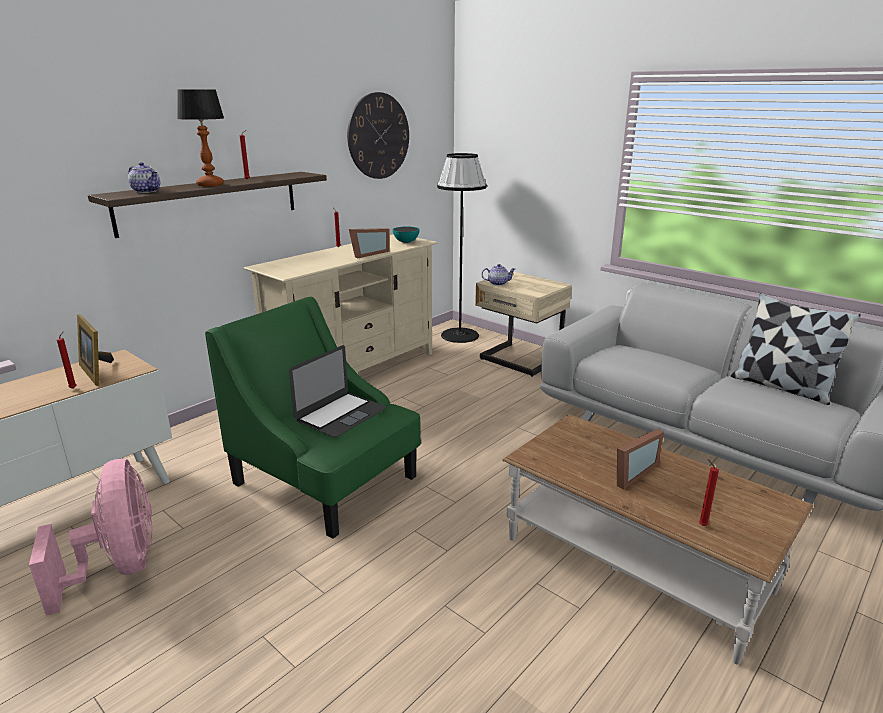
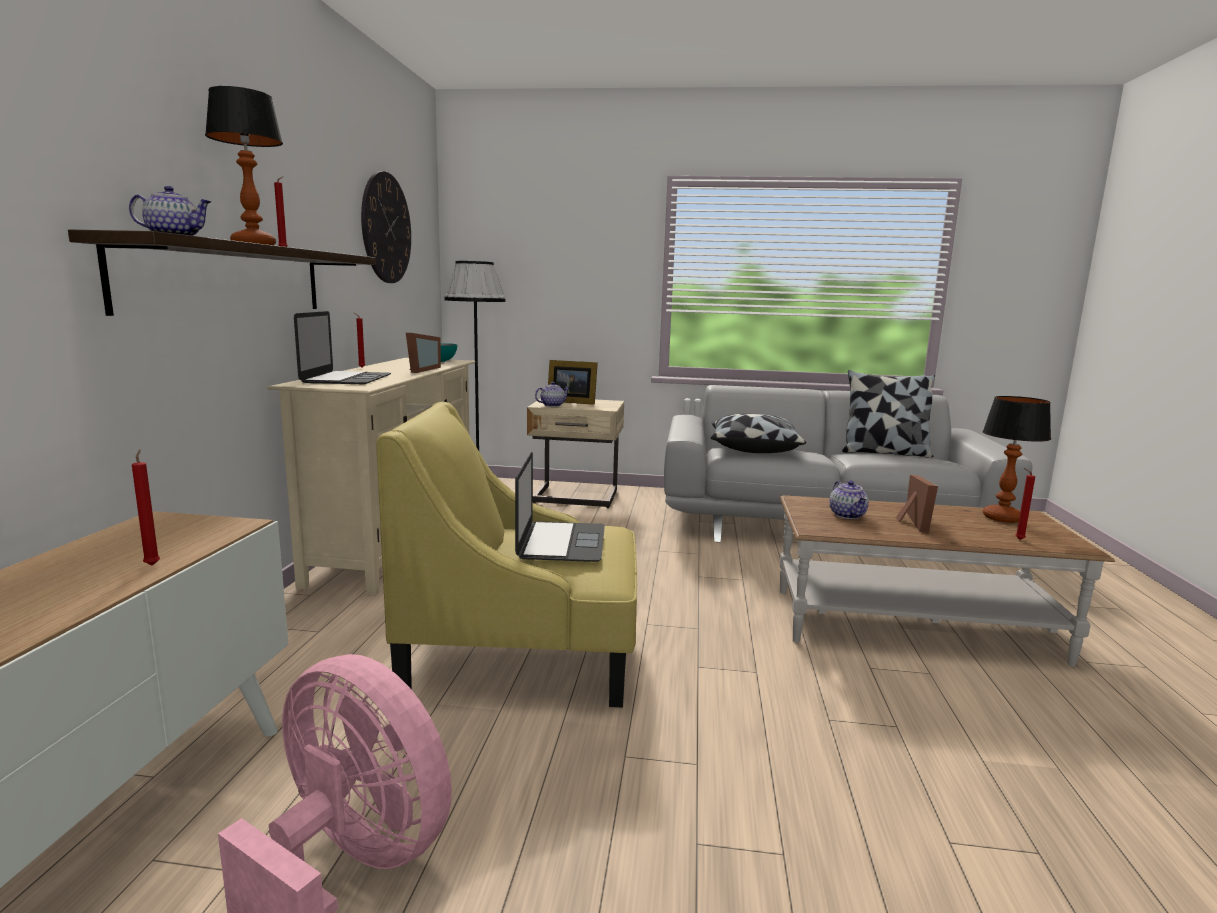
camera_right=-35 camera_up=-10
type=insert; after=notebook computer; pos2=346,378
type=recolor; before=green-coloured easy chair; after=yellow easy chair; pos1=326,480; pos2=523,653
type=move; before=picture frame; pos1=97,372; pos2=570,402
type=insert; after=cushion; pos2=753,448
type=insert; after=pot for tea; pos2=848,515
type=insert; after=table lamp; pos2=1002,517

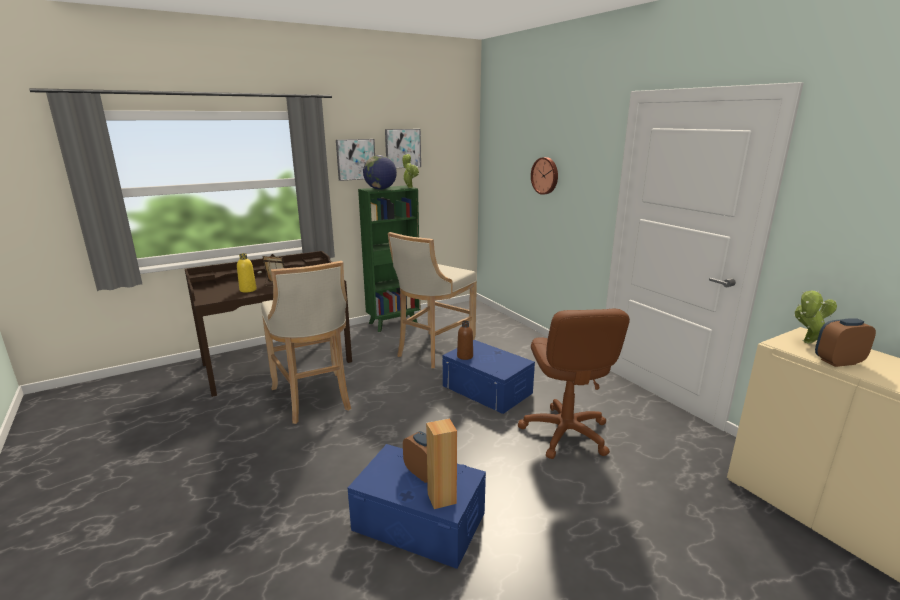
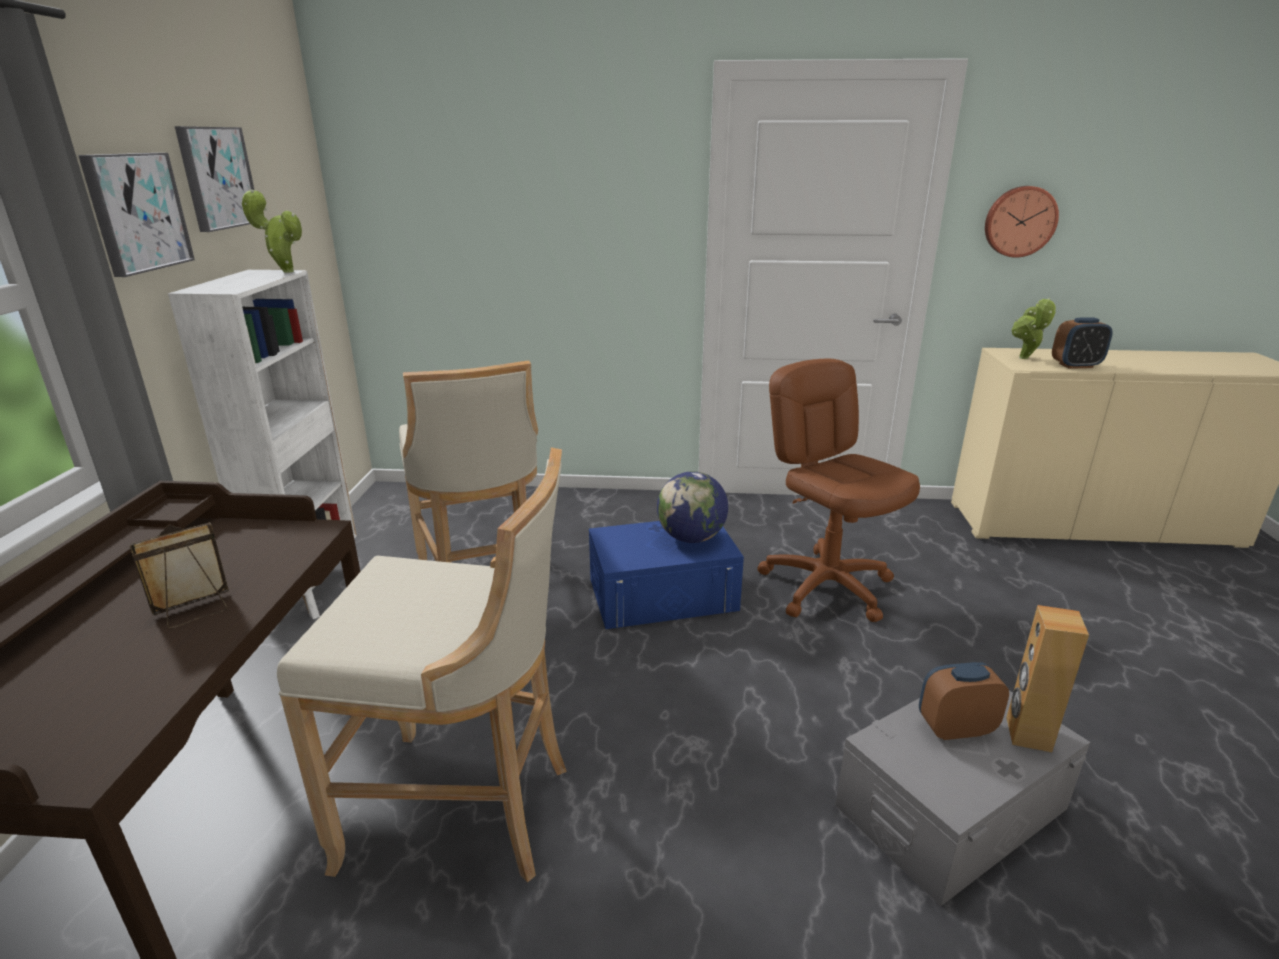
camera_right=-55 camera_up=5
type=recolor; before=green-coloured bookshelf; after=whitish bookshelf; pos1=394,323; pos2=313,587
type=move; before=world globe; pos1=380,189; pos2=691,538
type=rotate; before=brown office chair; pos1=565,433; pos2=826,586; turn=-150
type=recolor; before=blue storage box; after=greyish storage box; pos1=419,521; pos2=950,807
type=move; before=clock on the wall; pos1=545,175; pos2=1019,221
type=rotate; before=table clock; pos1=838,362; pos2=1076,365; turn=-120
type=delete; before=yellow bottle; pos1=248,290
type=delete; before=brown bottle; pos1=465,356

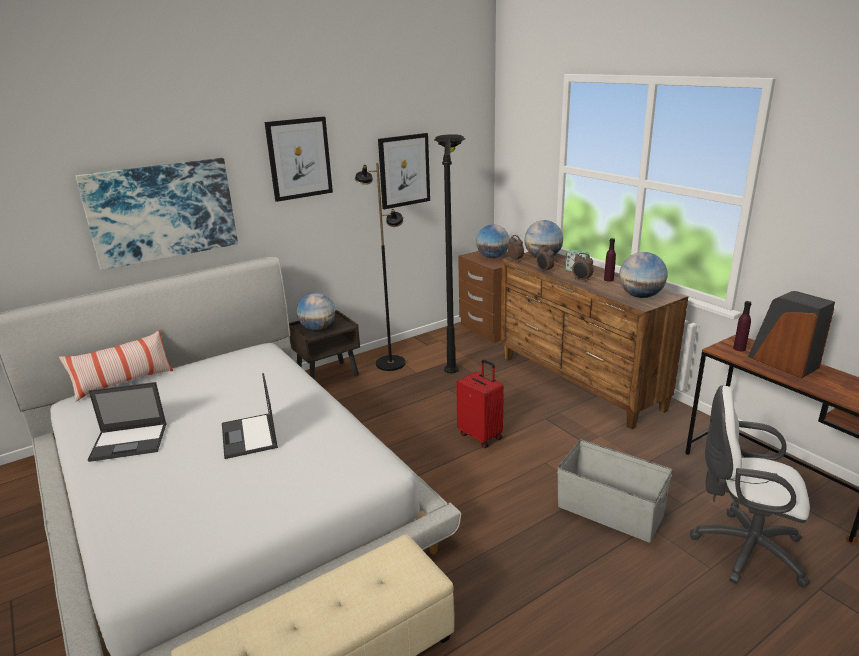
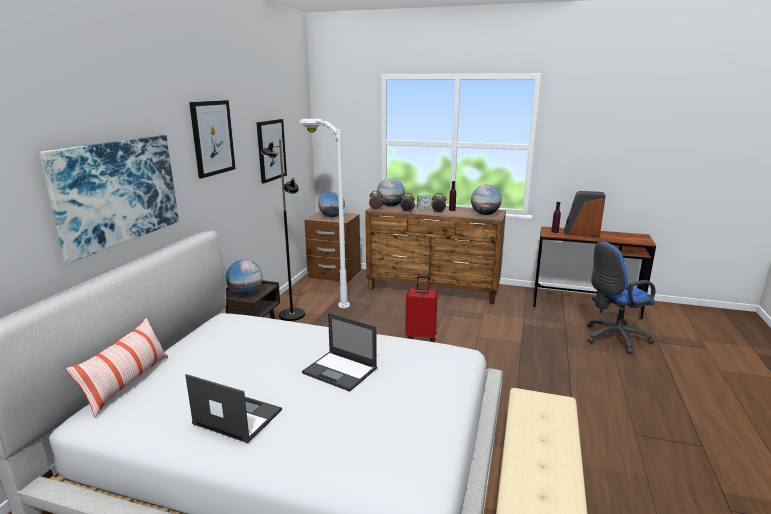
camera_right=-40 camera_up=-5
type=rotate; before=notebook computer; pos1=130,442; pos2=236,417; turn=-105
type=recolor; before=black standard lamp; after=whitish standard lamp; pos1=453,350; pos2=326,293
type=recolor; before=whitish office chair; after=blue office chair; pos1=742,548; pos2=612,338
type=delete; before=greyish storage box; pos1=610,511

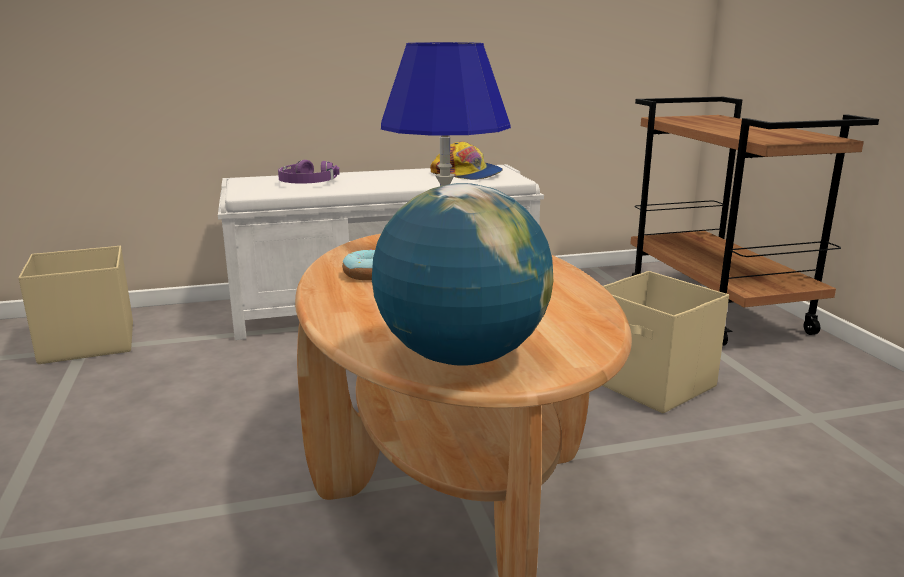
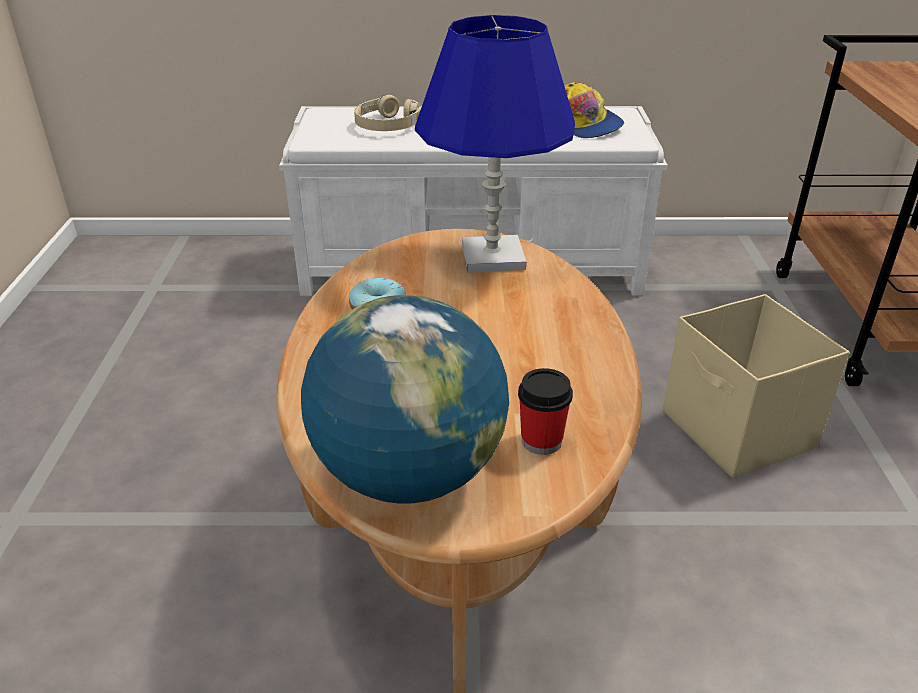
camera_right=15 camera_up=15
type=recolor; before=purple-coloured headphones; after=beige headphones; pos1=307,183; pos2=387,125
type=insert; after=drinking cup; pos2=541,441
type=delete; before=beige storage box; pos1=86,343

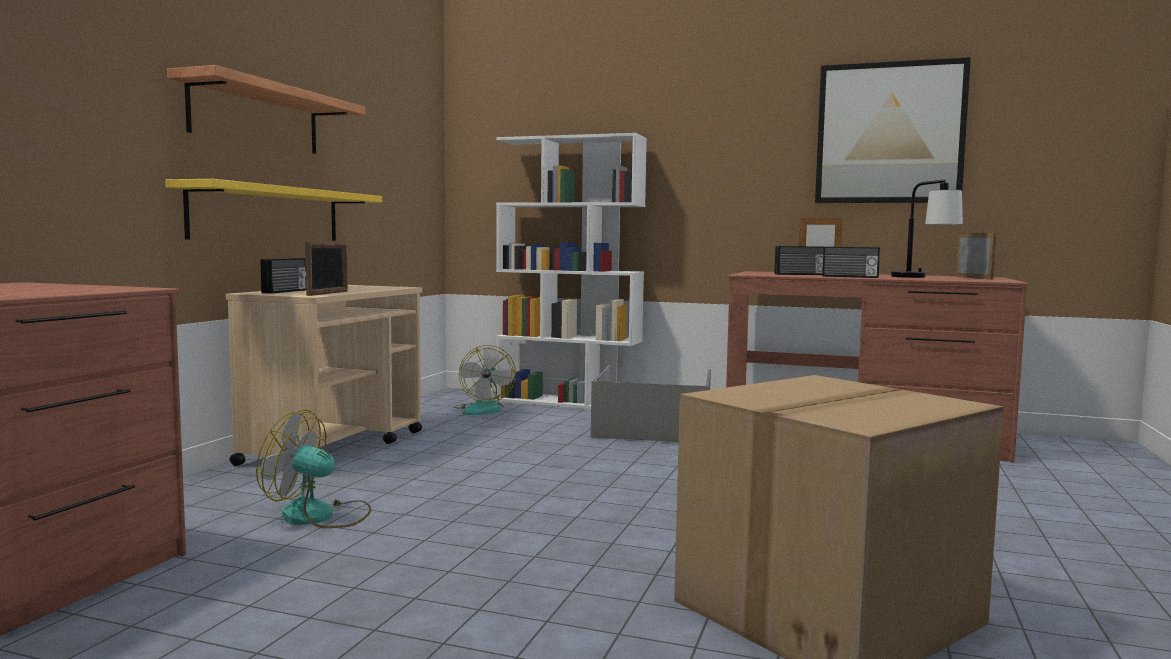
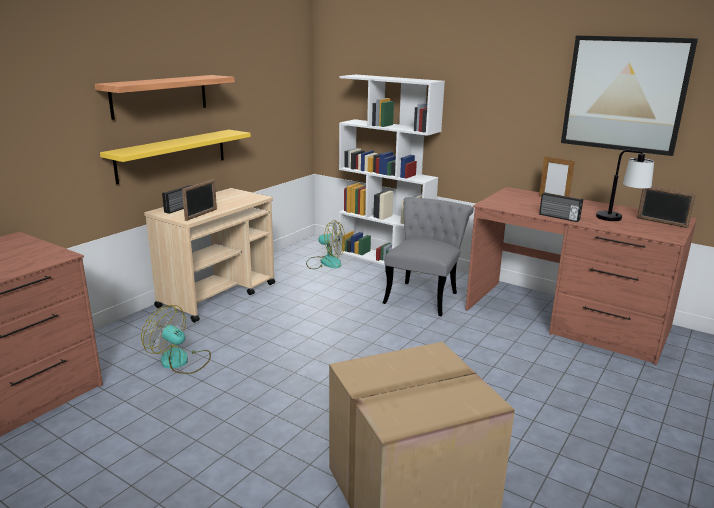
camera_right=15 camera_up=15
type=rotate; before=cooling fan; pos1=483,409; pos2=325,262; turn=-90
type=replace; before=greyish storage box; after=greyish upright chair; pos1=655,428; pos2=424,295
type=rotate; before=picture frame; pos1=973,278; pos2=661,223; turn=120
type=delete; before=radio; pos1=800,274

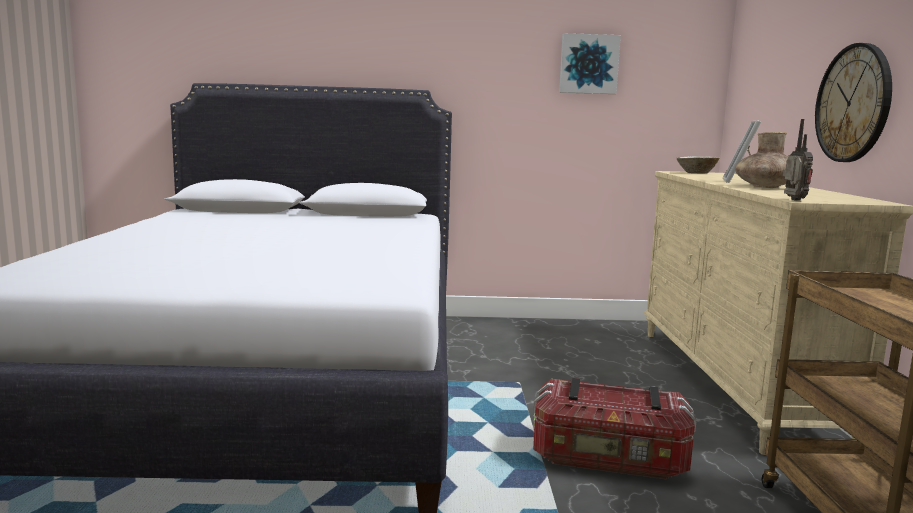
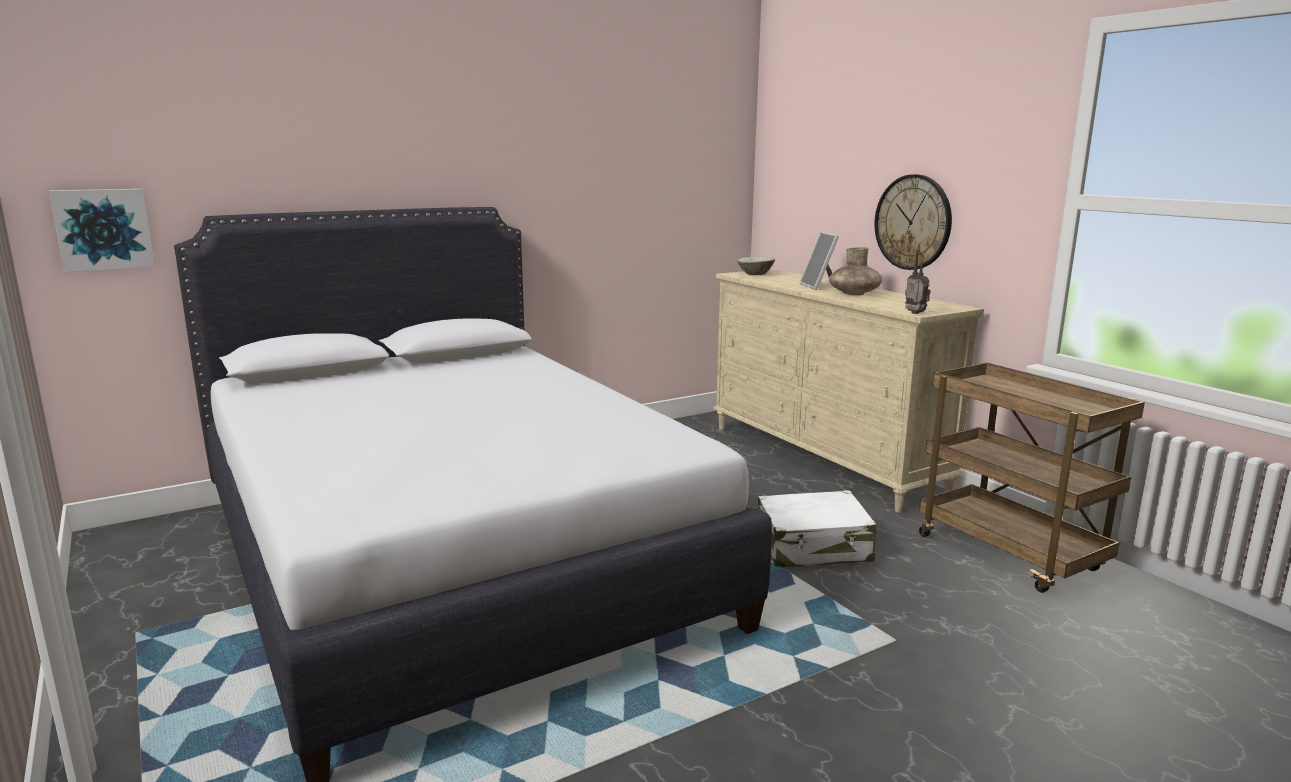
camera_right=-30 camera_up=5
type=move; before=wall picture; pos1=588,64; pos2=104,229
type=replace; before=storage box; after=whitish travel case; pos1=609,459; pos2=813,547

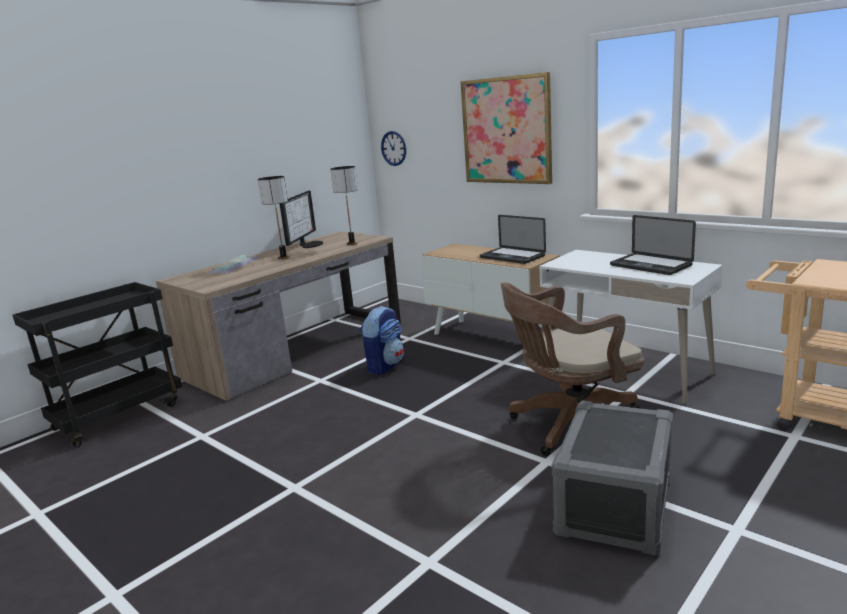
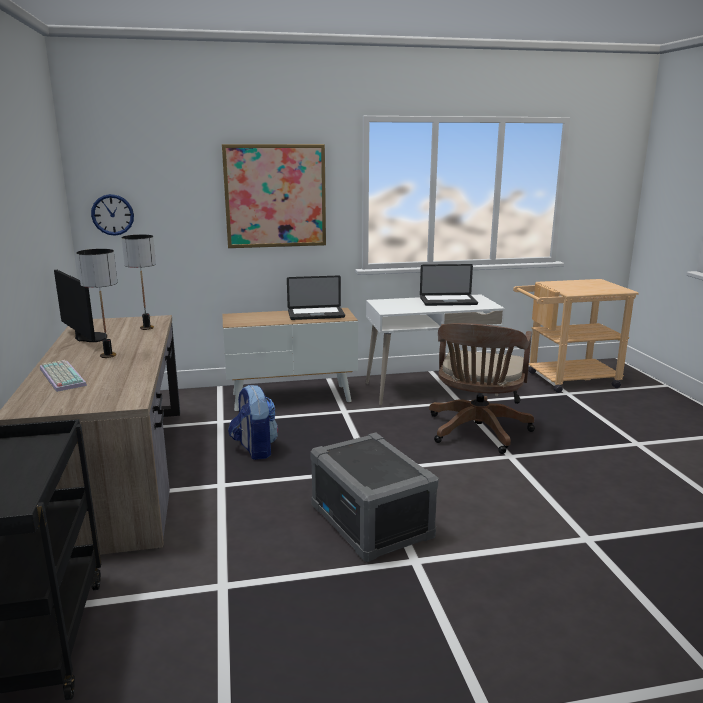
camera_right=-55 camera_up=0
type=move; before=greyish storage box; pos1=615,505; pos2=372,521

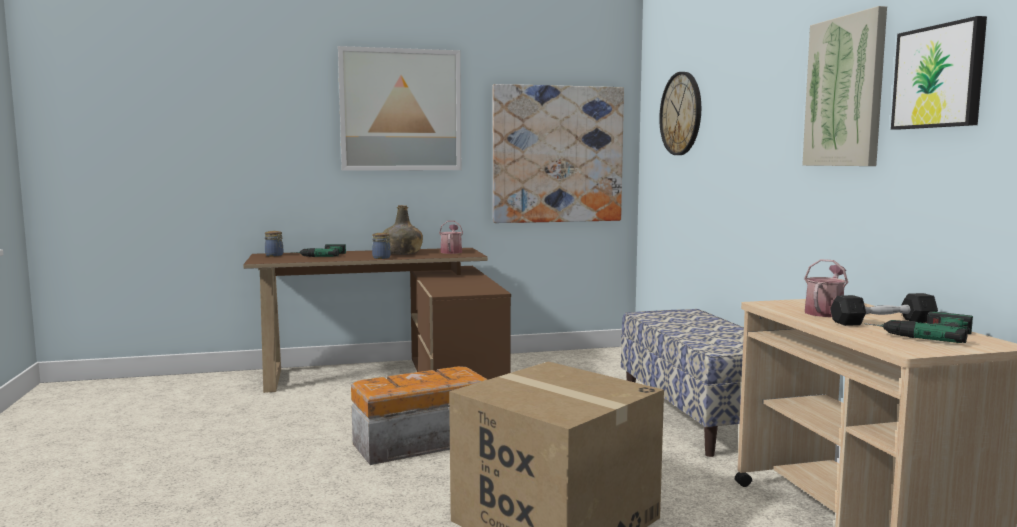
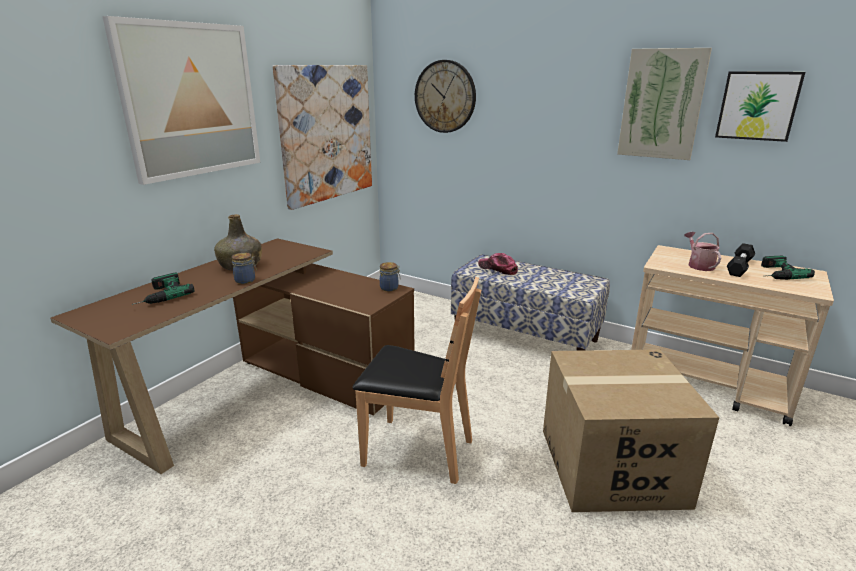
camera_right=-45 camera_up=15
type=replace; before=storage box; after=brown upright chair; pos1=419,442; pos2=417,451
type=move; before=storage jar; pos1=274,255; pos2=390,288
type=insert; after=cap; pos2=498,269
type=delete; before=watering can; pos1=451,252

